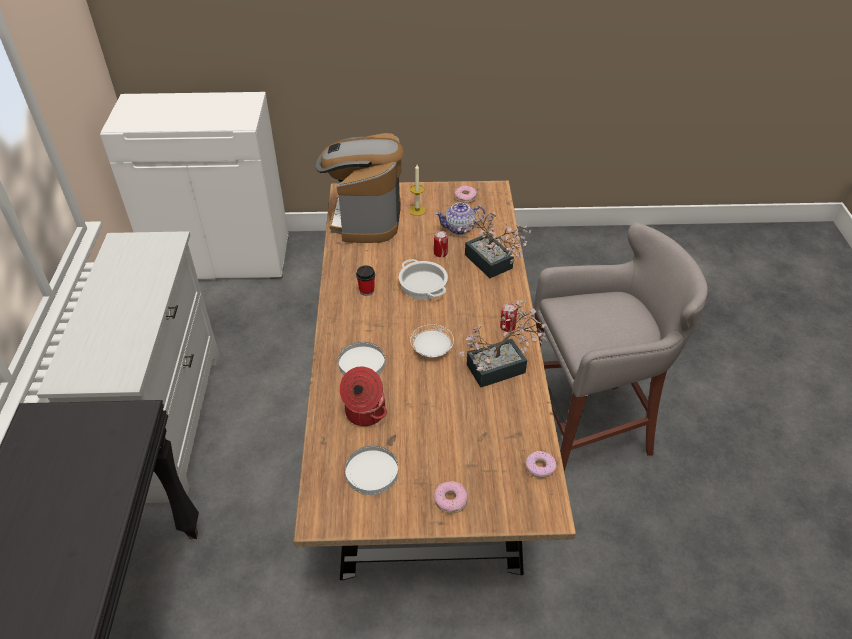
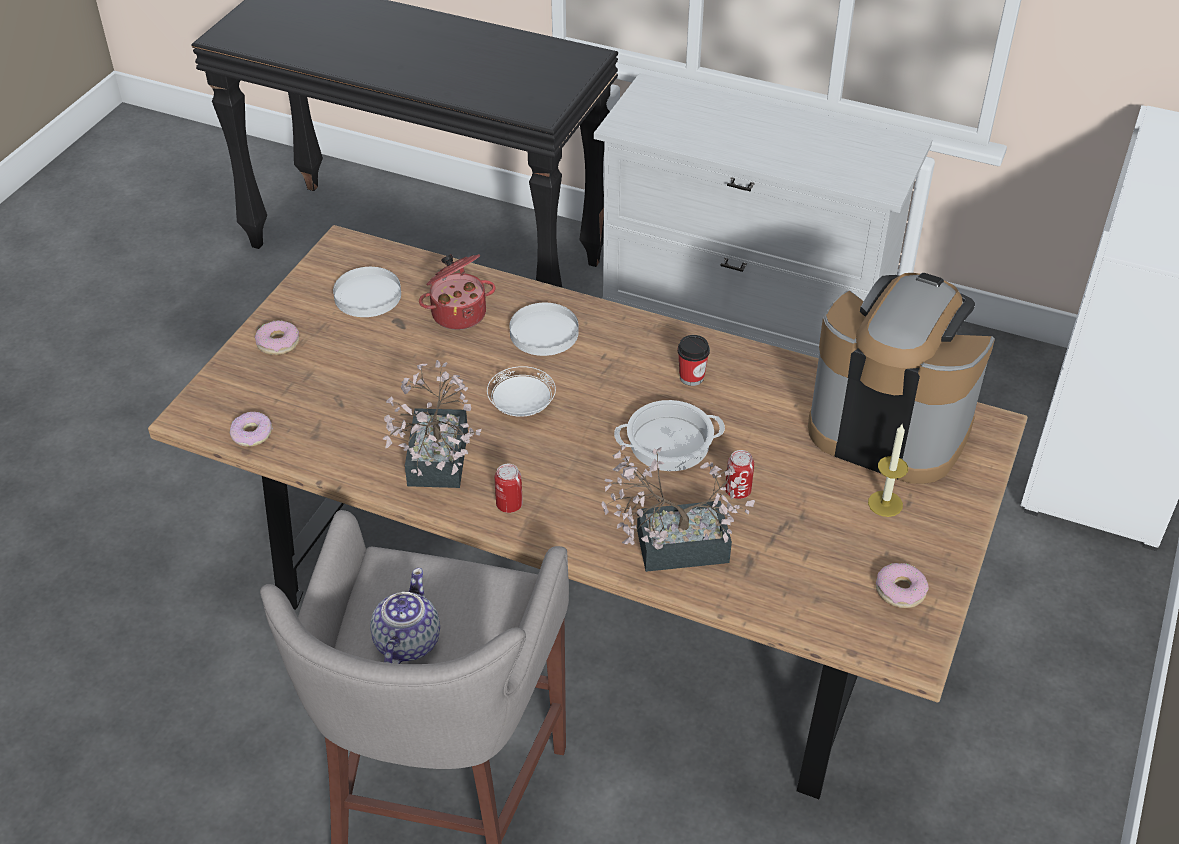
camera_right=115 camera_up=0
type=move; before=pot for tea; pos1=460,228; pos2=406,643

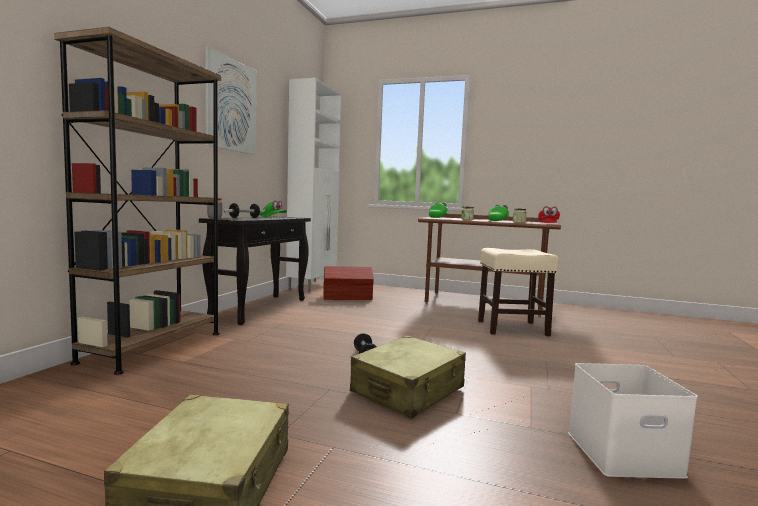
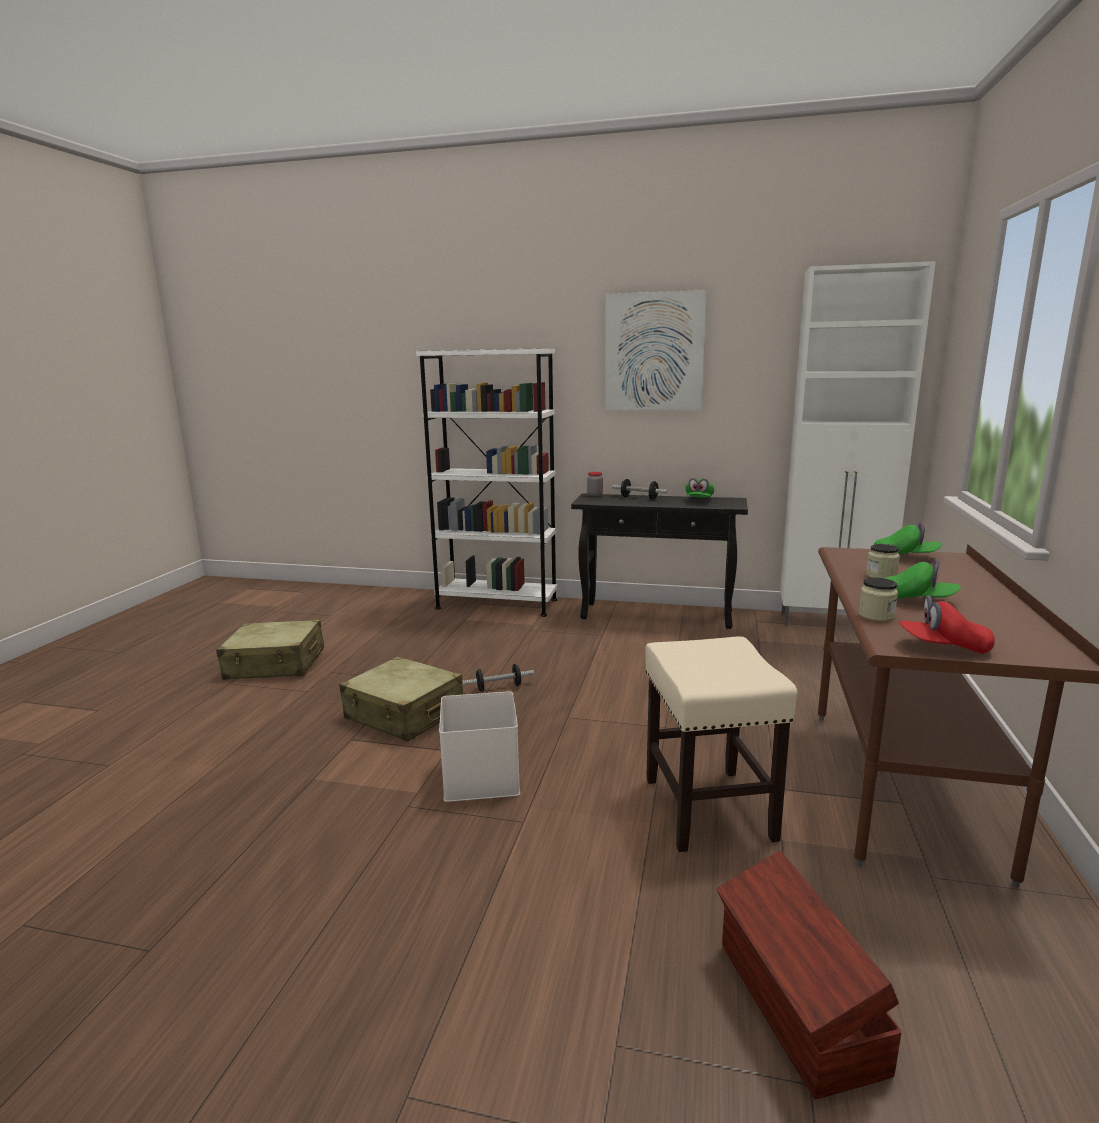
camera_right=85 camera_up=10
type=recolor; before=brown bookshelf; after=whitish bookshelf; pos1=153,347; pos2=496,604
type=move; before=whitish storage box; pos1=622,454; pos2=479,776
type=move; before=brown storage box; pos1=348,297; pos2=797,1007

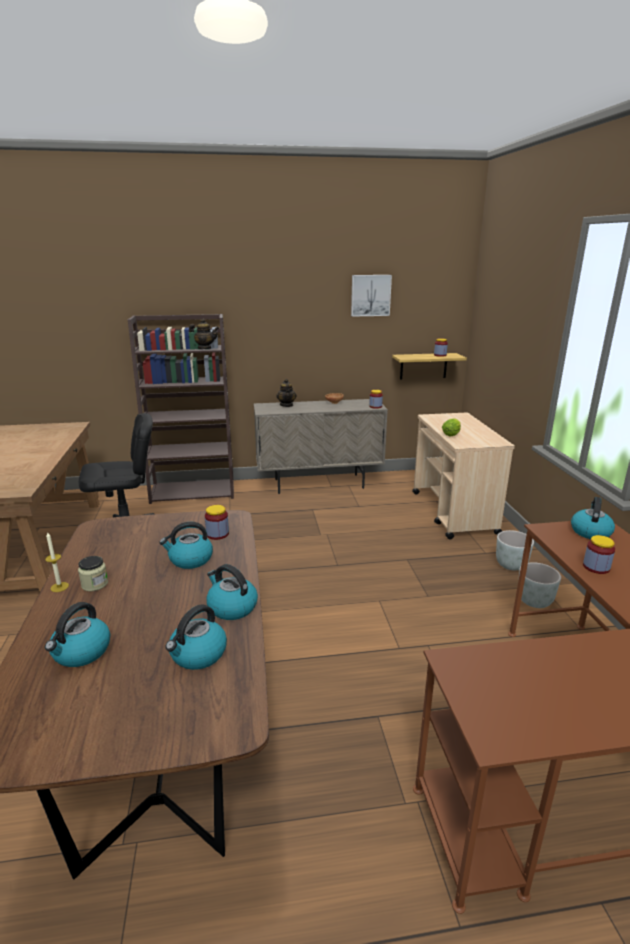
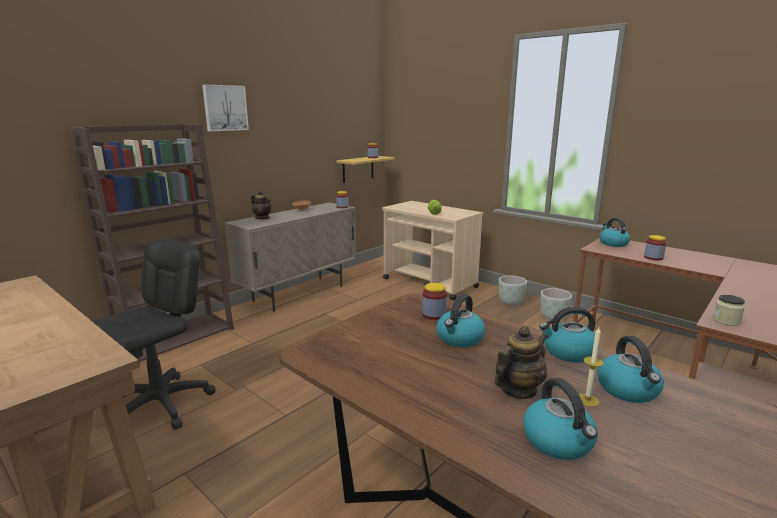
camera_right=-40 camera_up=-5
type=move; before=wall picture; pos1=370,295; pos2=225,108
type=move; before=pot for tea; pos1=204,348; pos2=518,390
type=move; before=wax light; pos1=59,587; pos2=587,400
type=move; before=storage jar; pos1=95,584; pos2=726,321

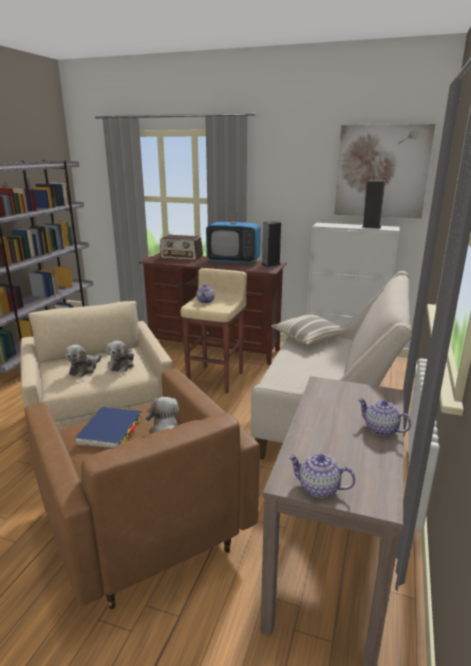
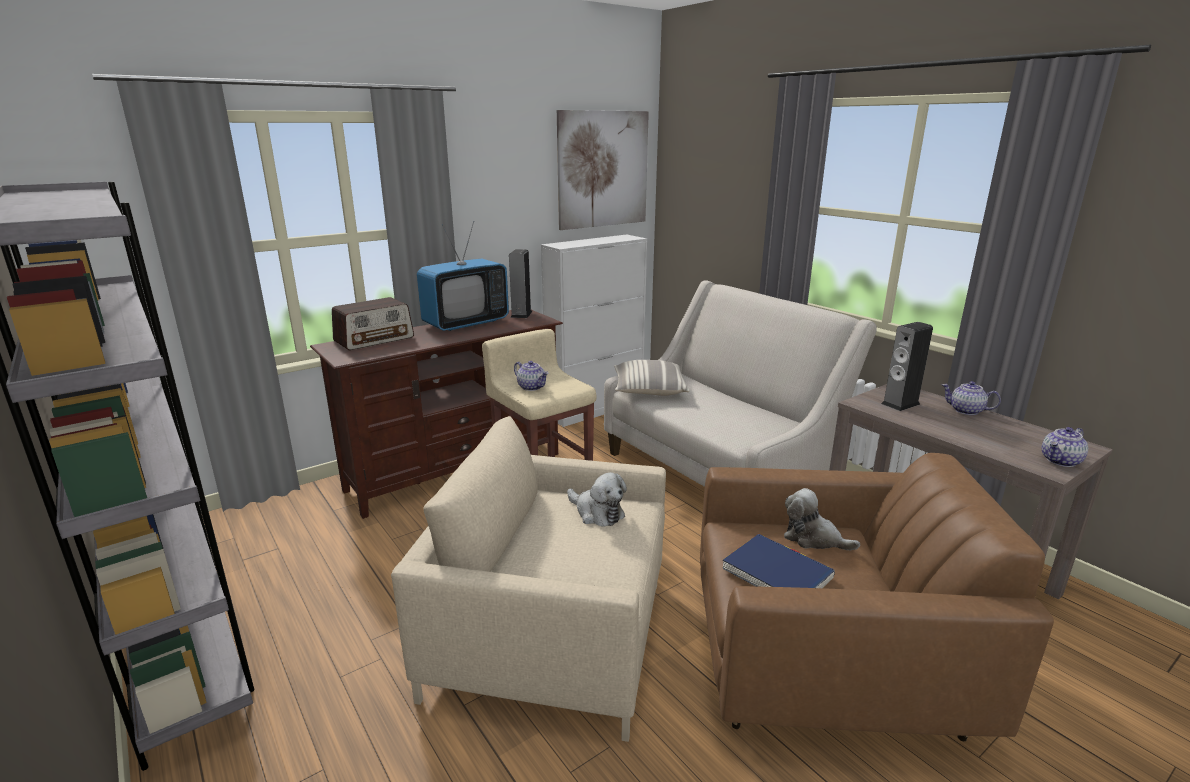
camera_right=-55 camera_up=0
type=move; before=loudspeaker; pos1=371,227; pos2=900,404
type=rotate; before=pot for tea; pos1=380,429; pos2=965,411; turn=45
type=delete; before=soft toy; pos1=84,369

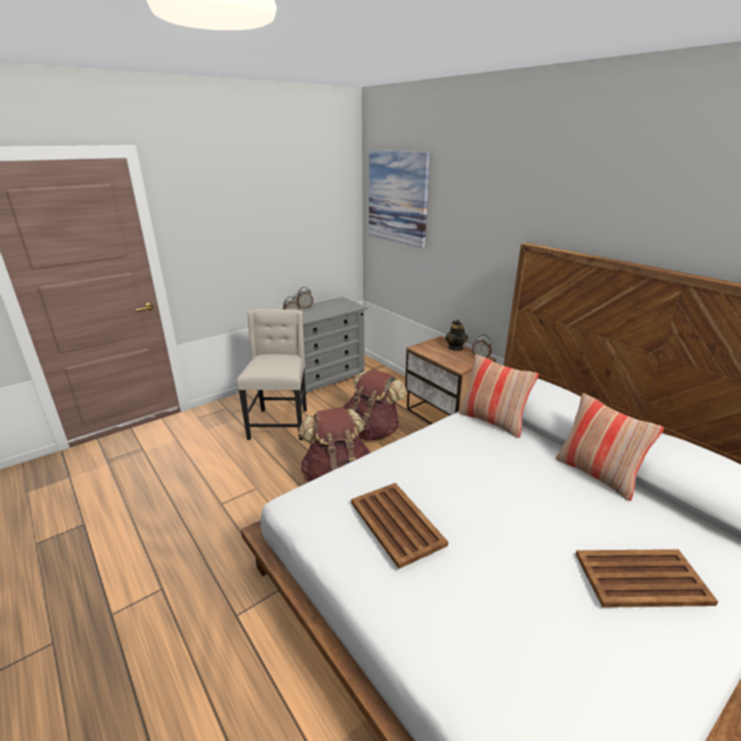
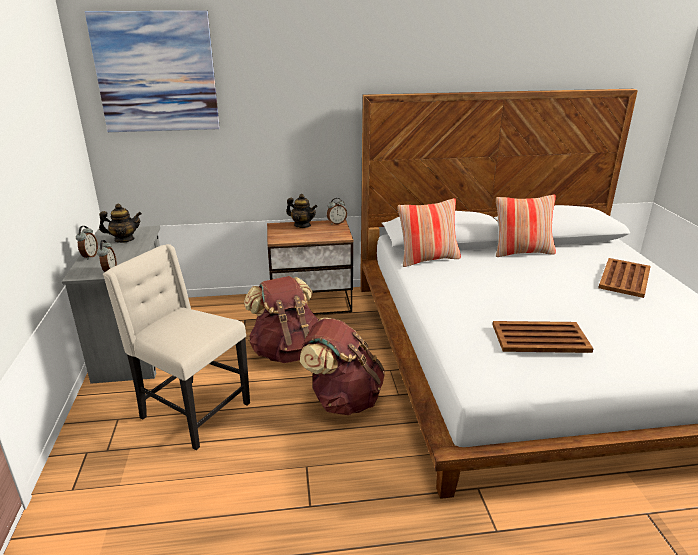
camera_right=-60 camera_up=0
type=insert; after=pot for tea; pos2=124,240

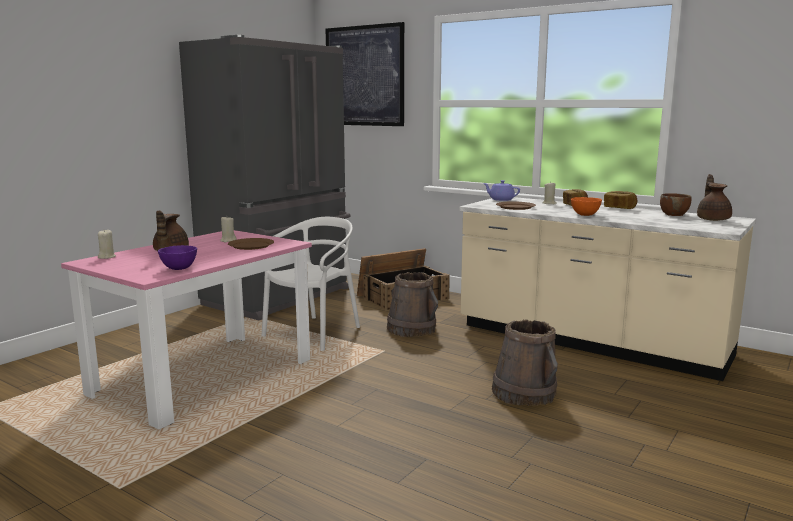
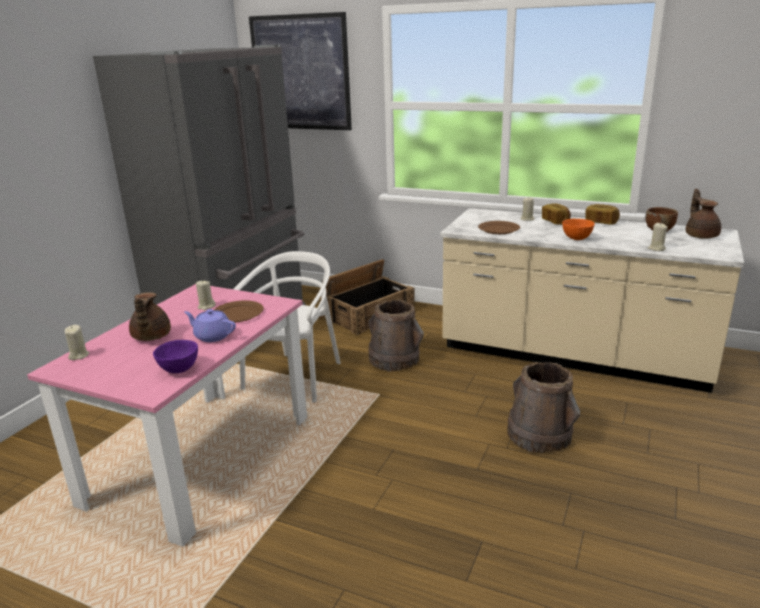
camera_right=-10 camera_up=10
type=move; before=purple-coloured pot for tea; pos1=501,199; pos2=212,336
type=insert; after=beige wax light; pos2=656,248

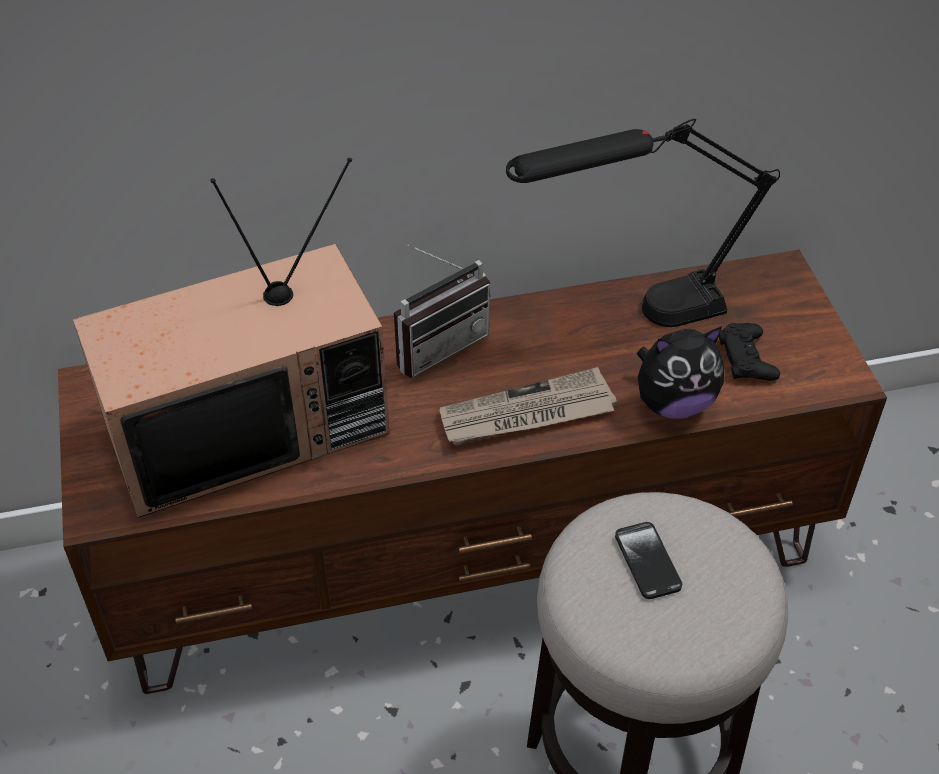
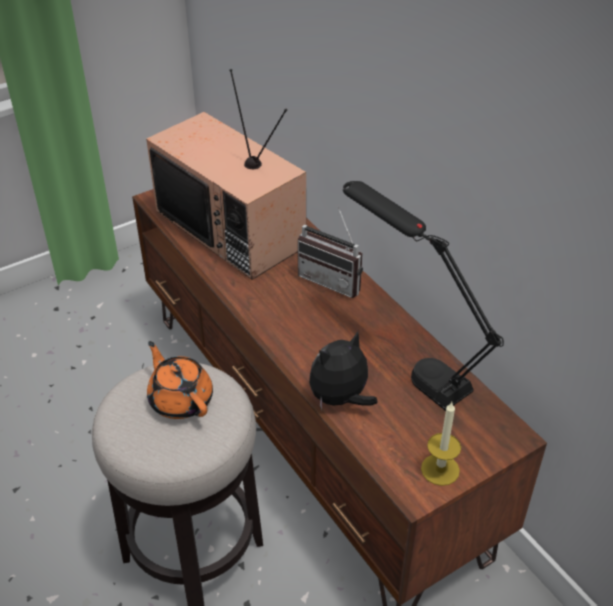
camera_right=70 camera_up=-5
type=replace; before=telephone; after=orangey pot for tea; pos1=647,561; pos2=180,399
type=rotate; before=soft toy; pos1=673,403; pos2=340,399; turn=90
type=insert; after=wax light; pos2=440,469
type=delete; before=daily paper; pos1=526,414
type=delete; before=black game controller; pos1=747,358

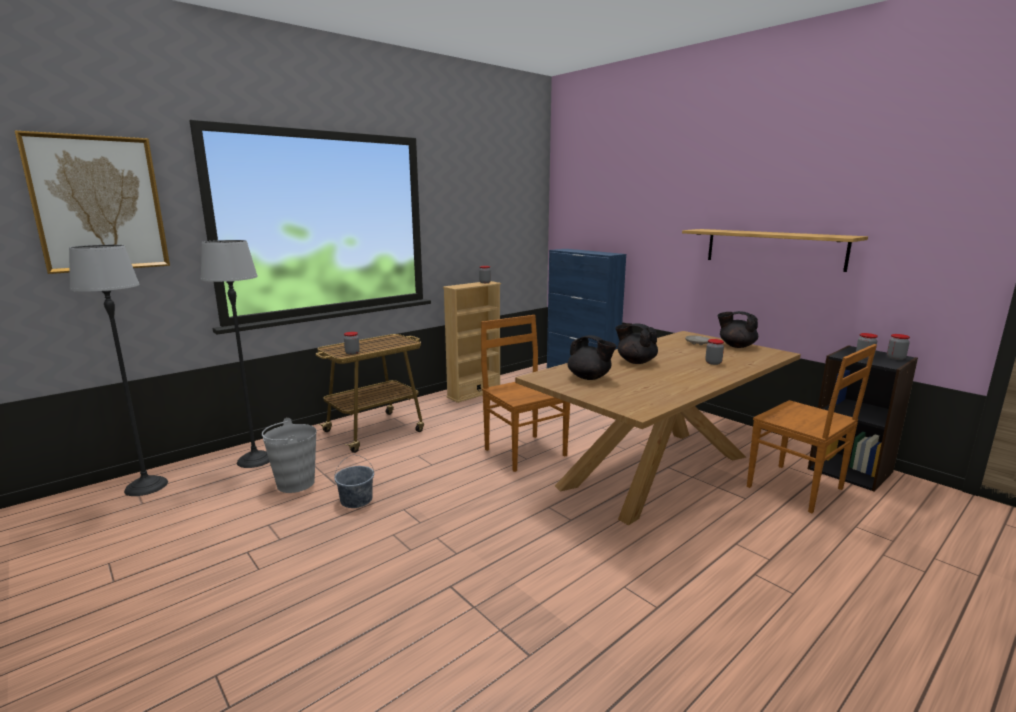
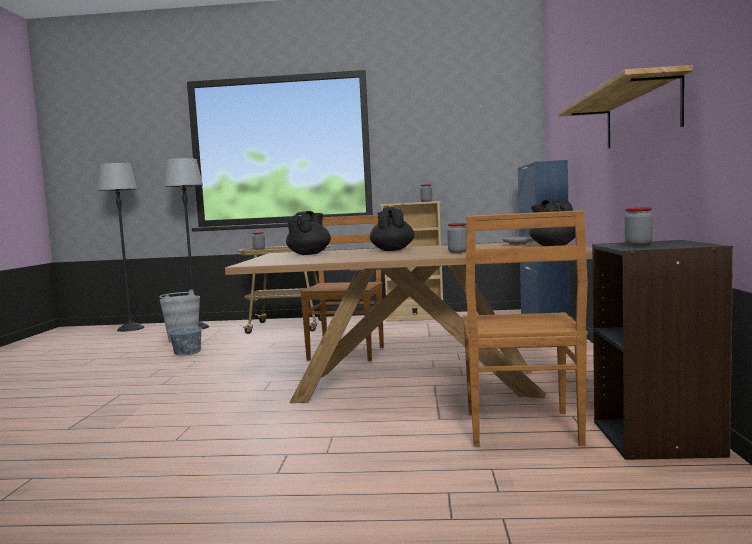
camera_right=45 camera_up=-10
type=rotate; before=black pot for tea; pos1=589,378; pos2=309,254; turn=-150
type=delete; before=wall picture; pos1=98,204
type=delete; before=storage jar; pos1=895,358

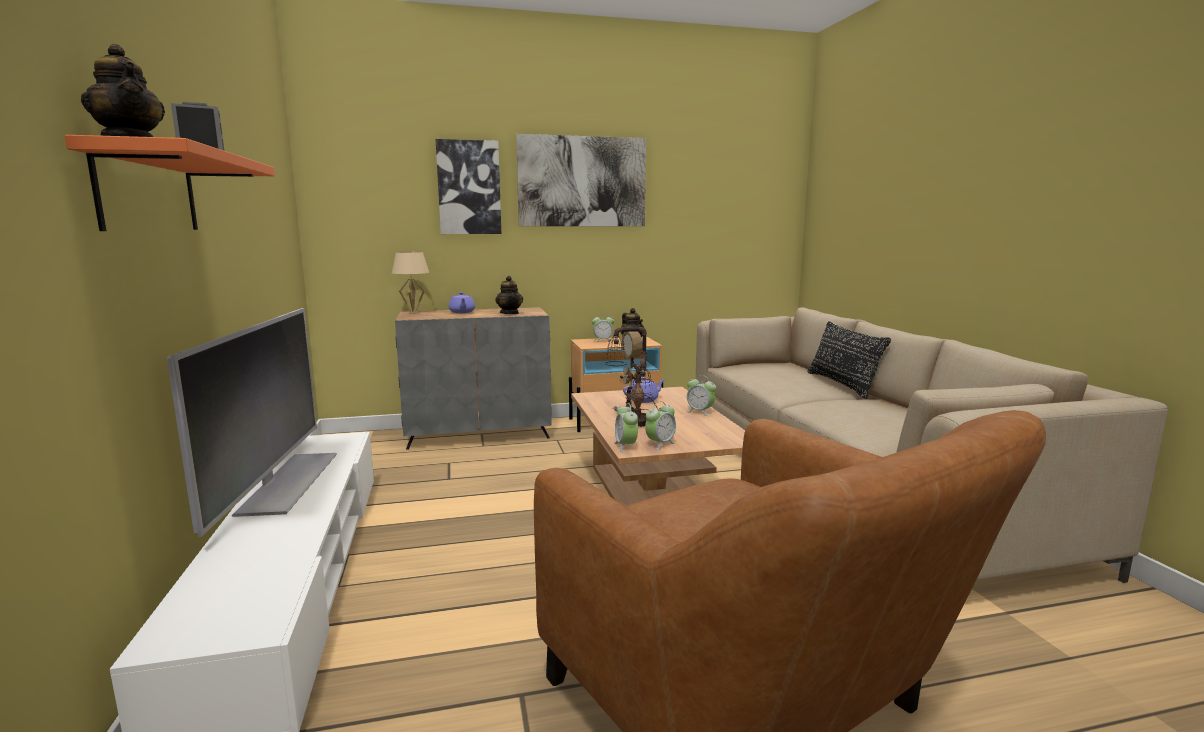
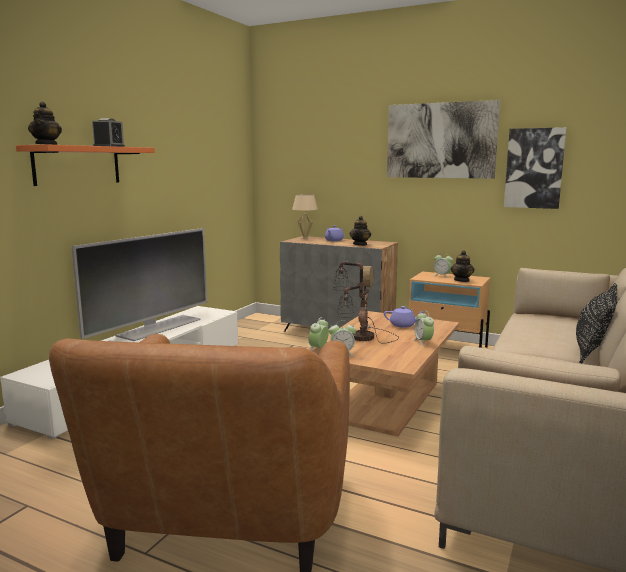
camera_right=40 camera_up=0
type=move; before=wall picture; pos1=469,188; pos2=534,168

